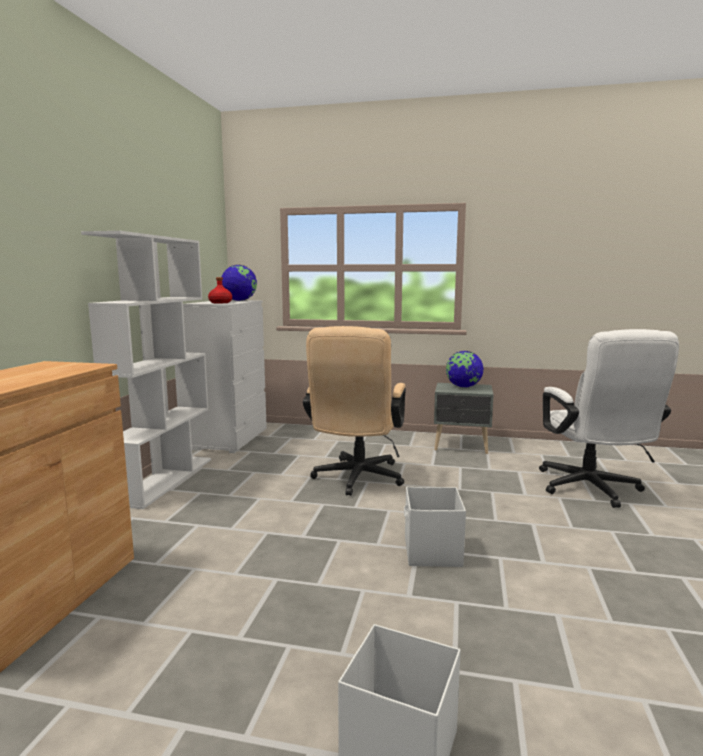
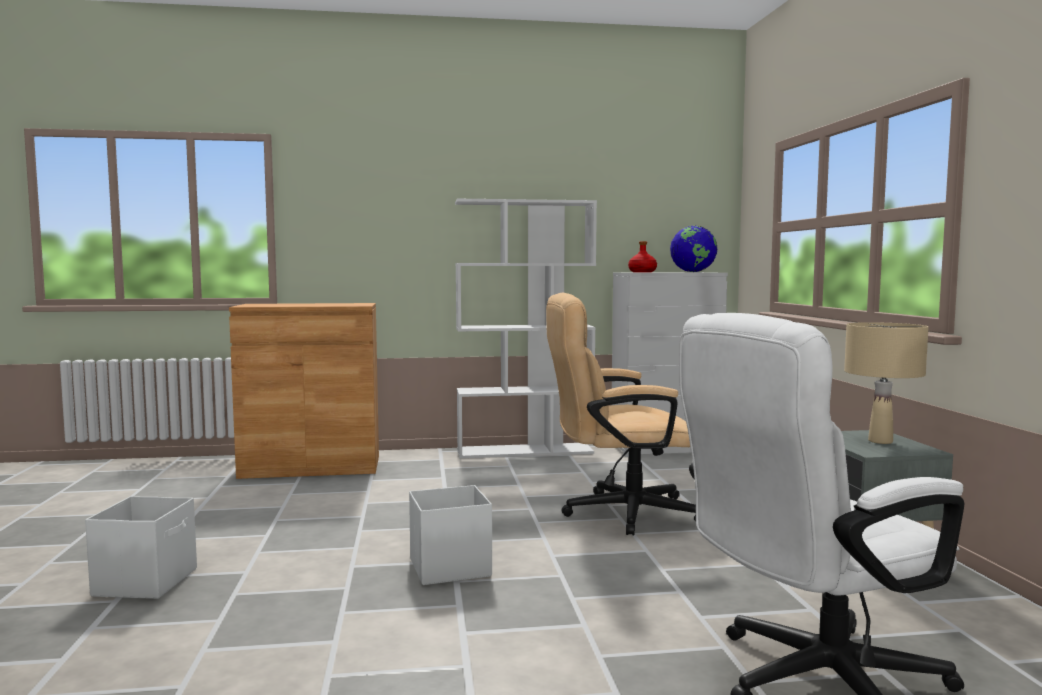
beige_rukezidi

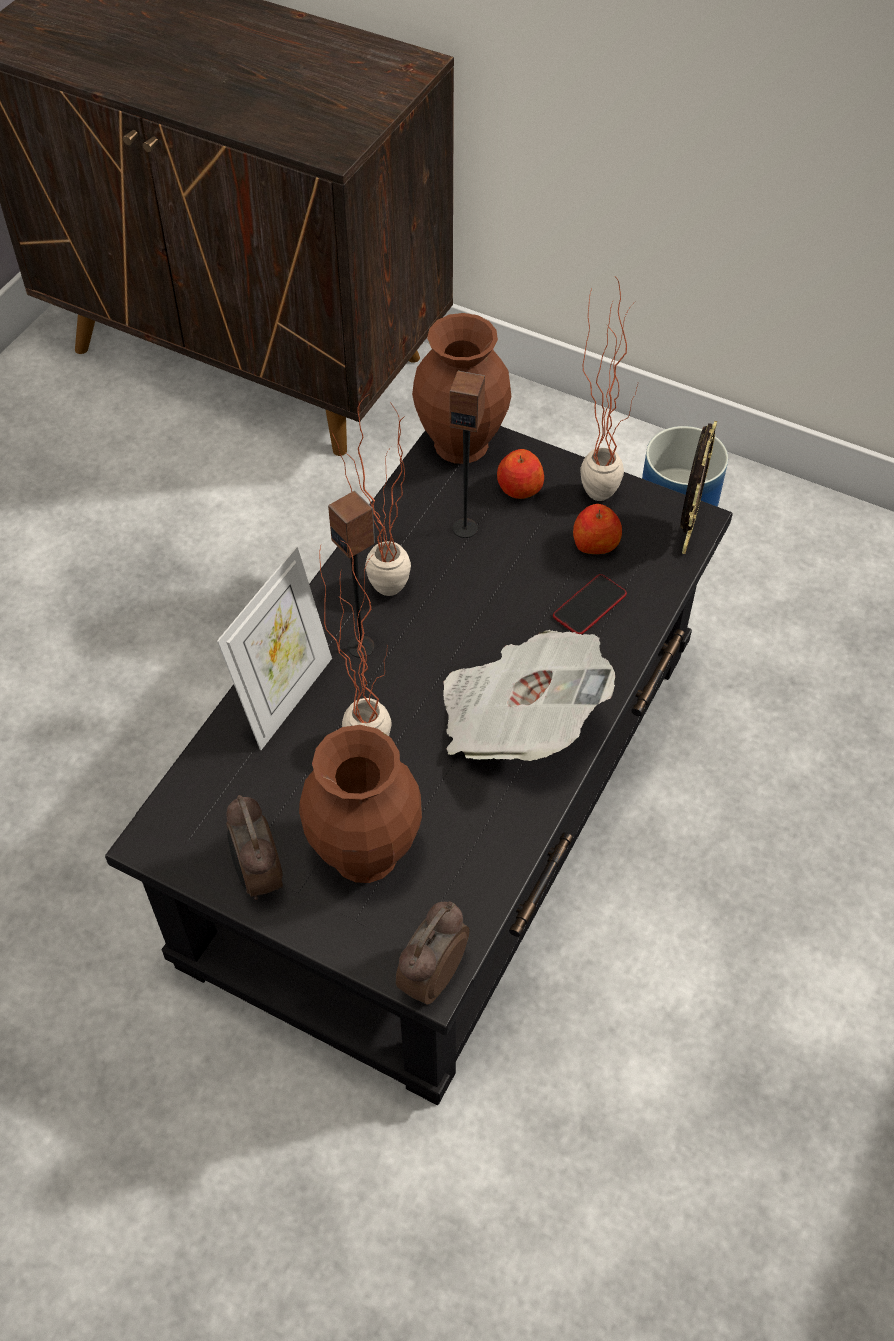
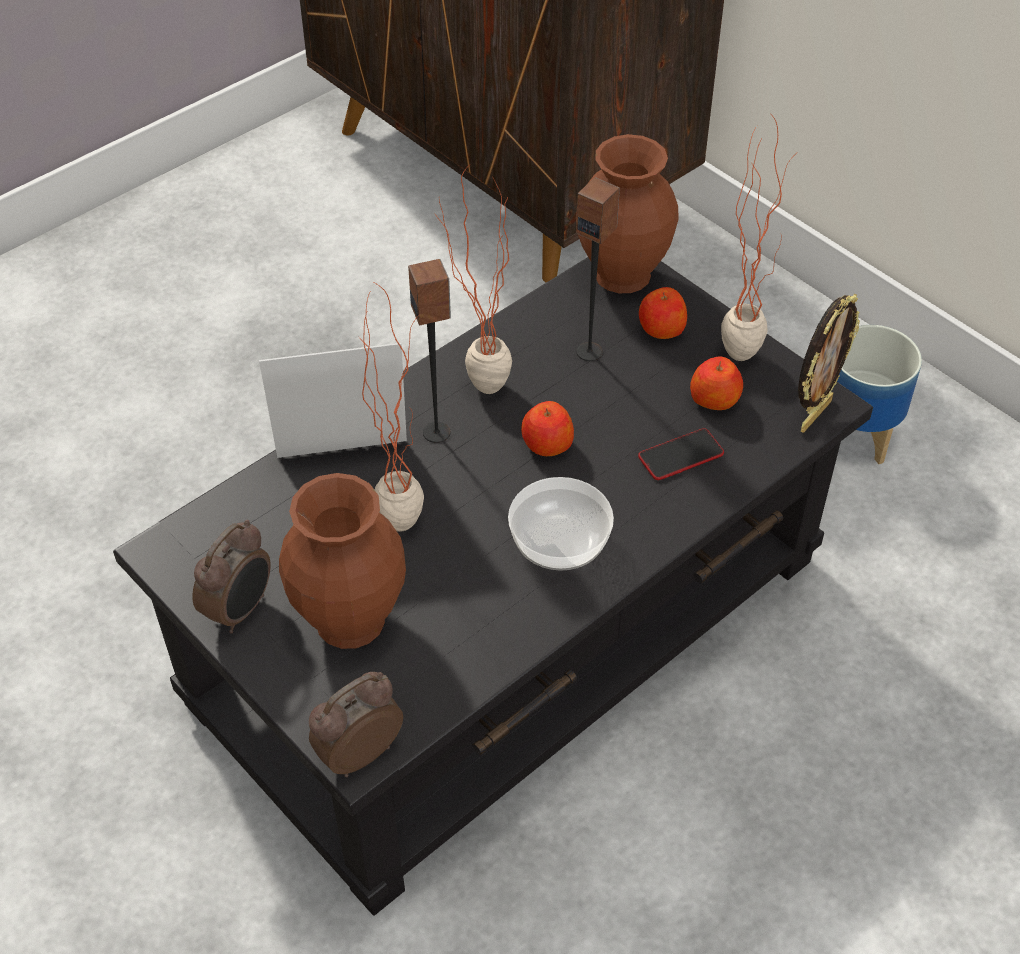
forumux (1st from left)
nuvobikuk (1st from left)
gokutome
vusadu (1st from left)

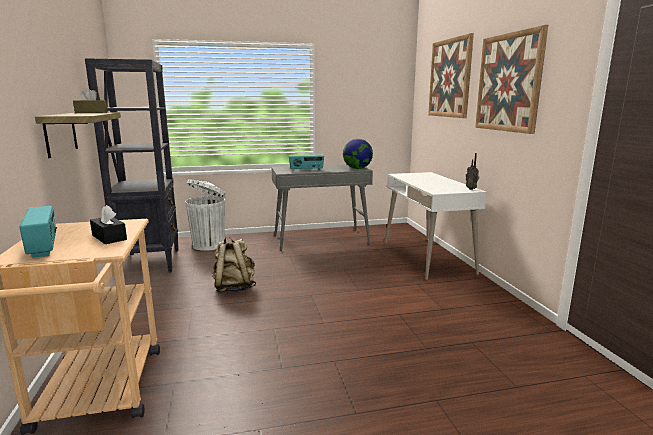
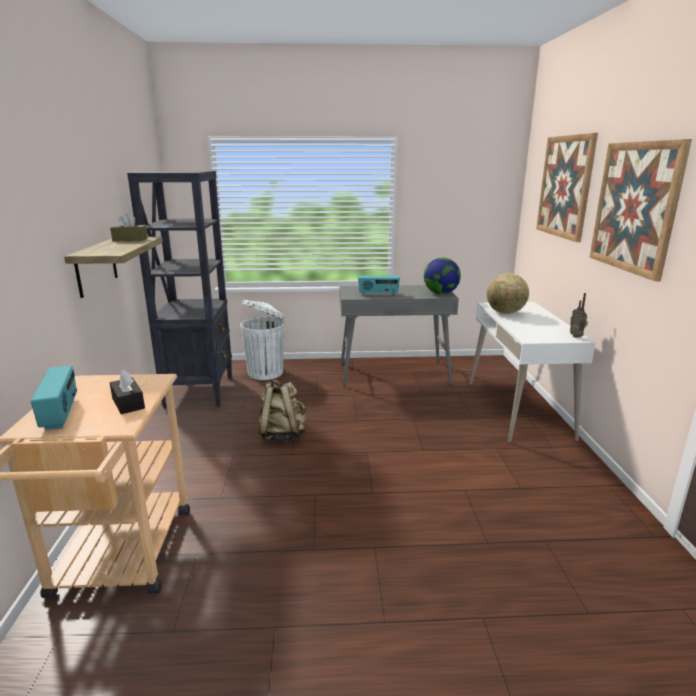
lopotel (2nd from left)

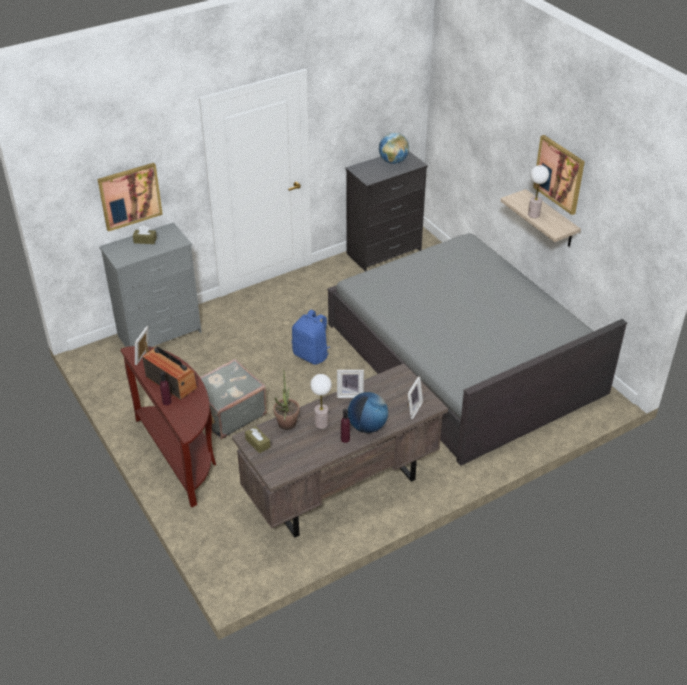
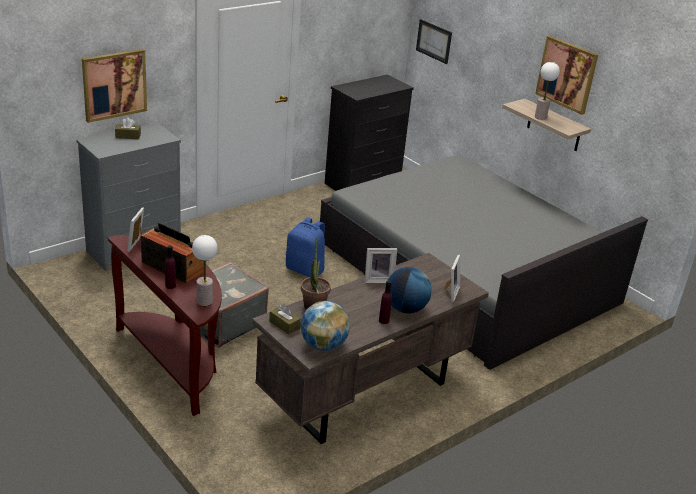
rukezidi (1st from left)
lopotel (1st from left)
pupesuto (2nd from left)

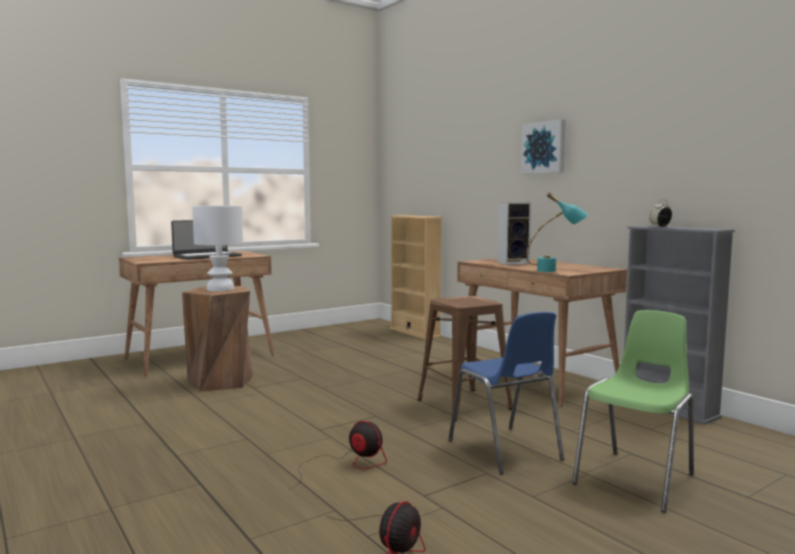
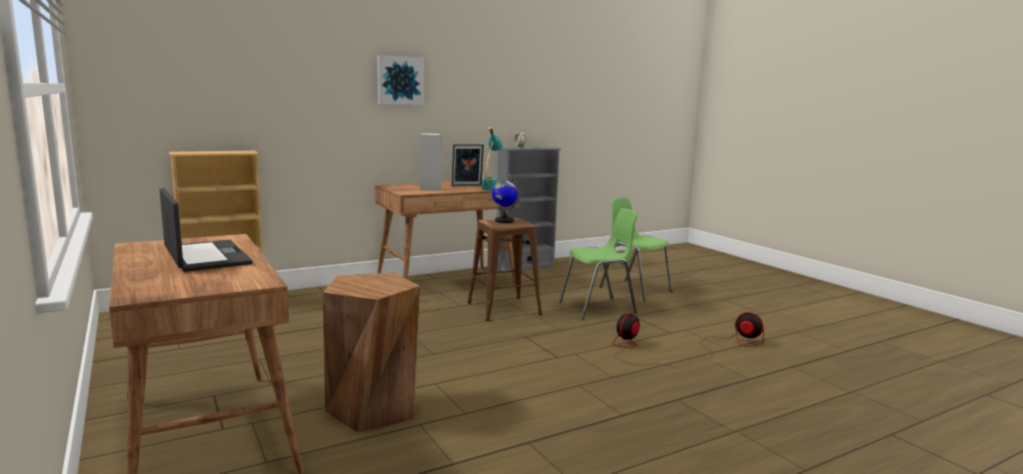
white_rukezidi
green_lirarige (1st from left)
forumux
lopotel

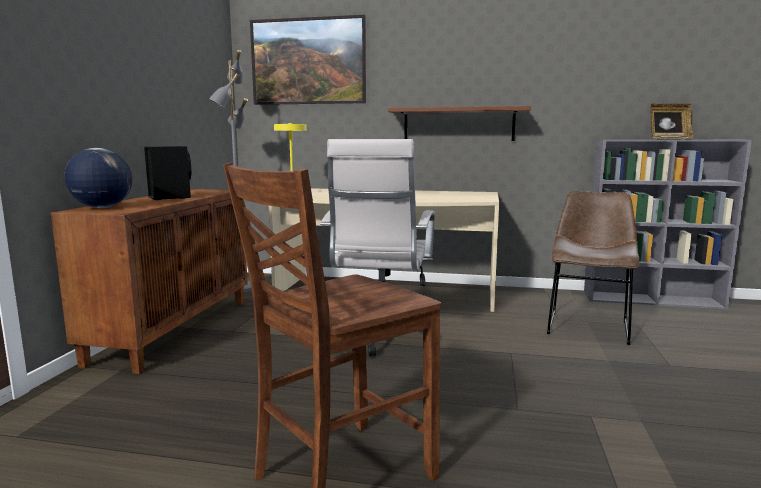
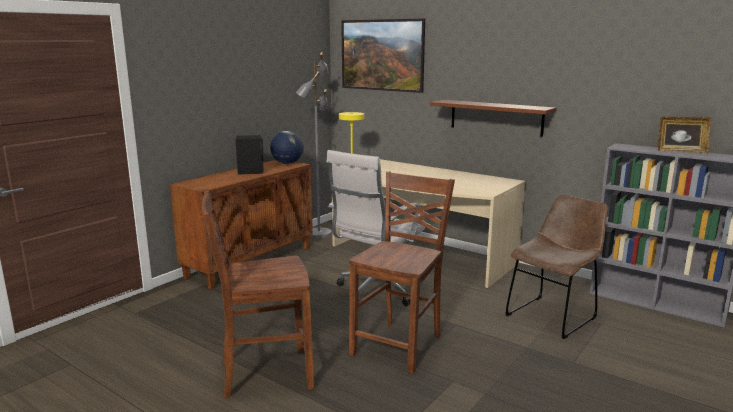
lopotel
brown_lirarige (2nd from left)

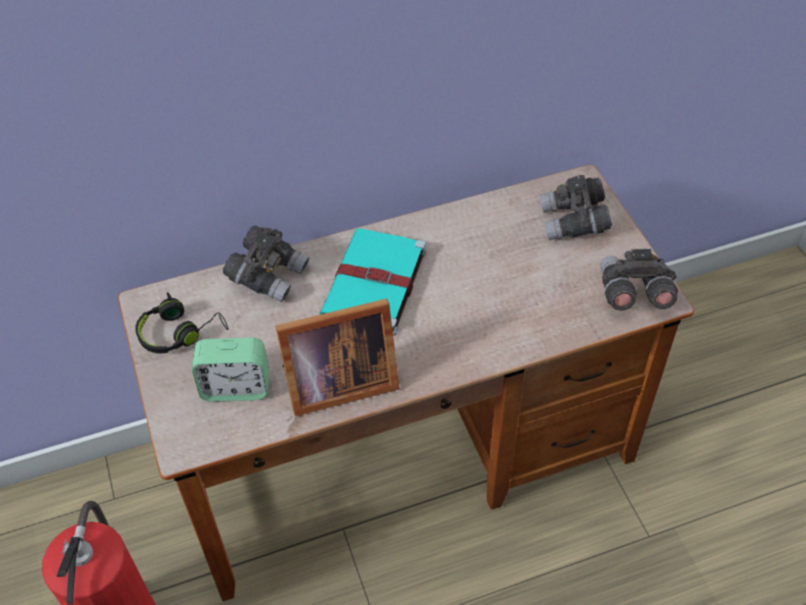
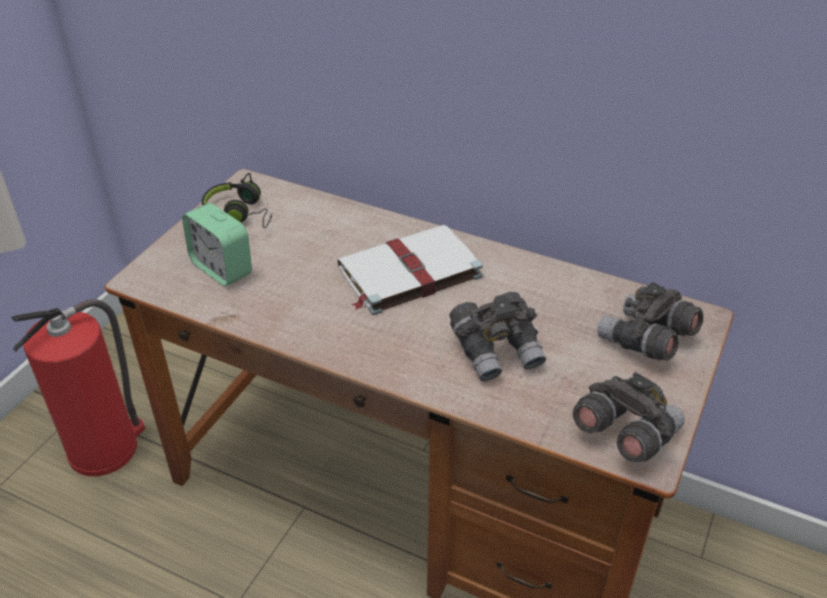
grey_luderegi (1st from left)
forumux
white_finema

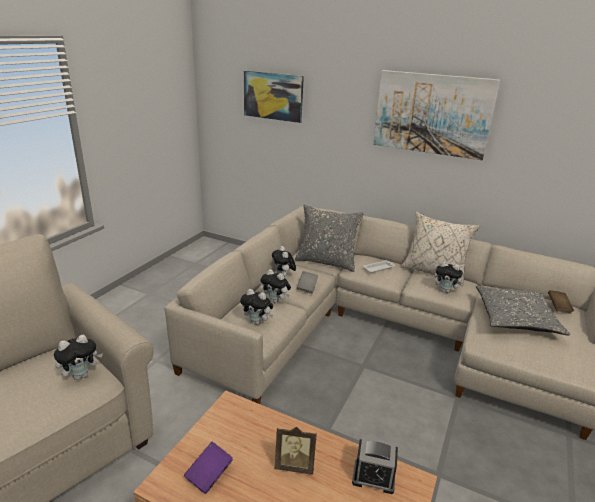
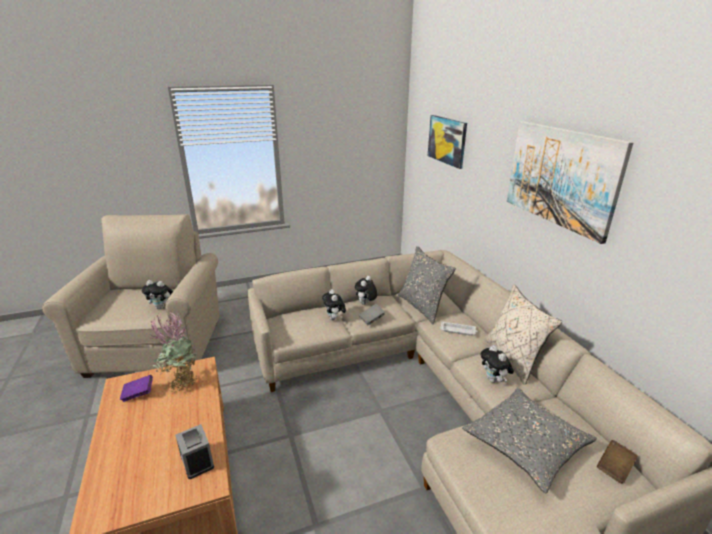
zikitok (2nd from left in the first image)
forumux
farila

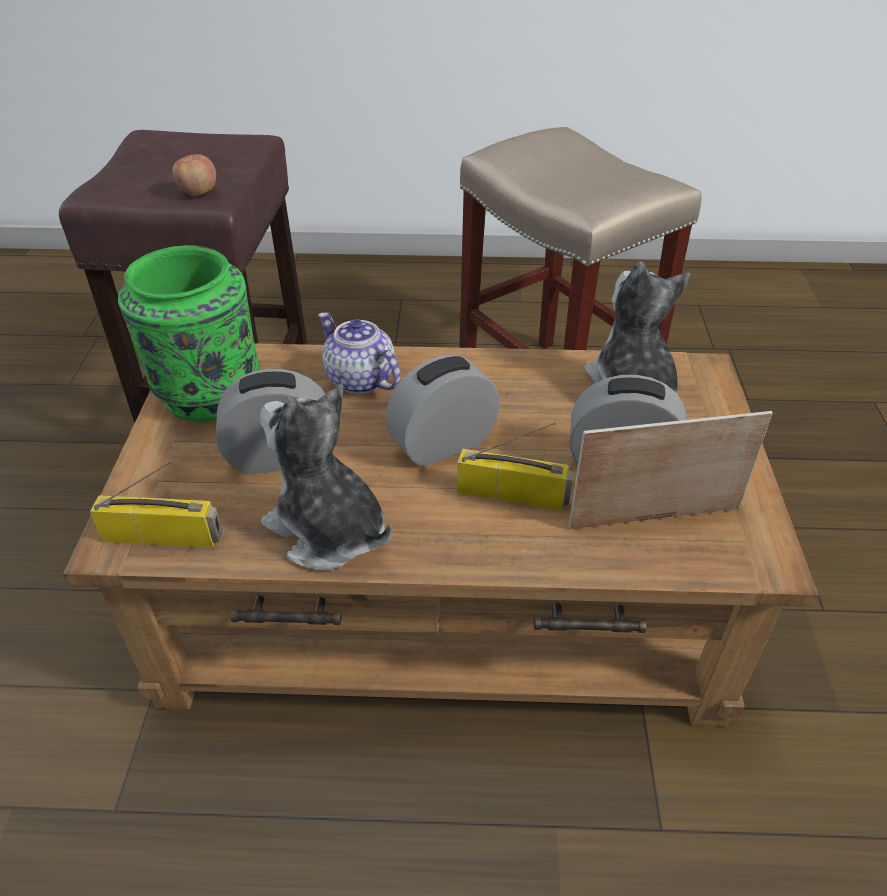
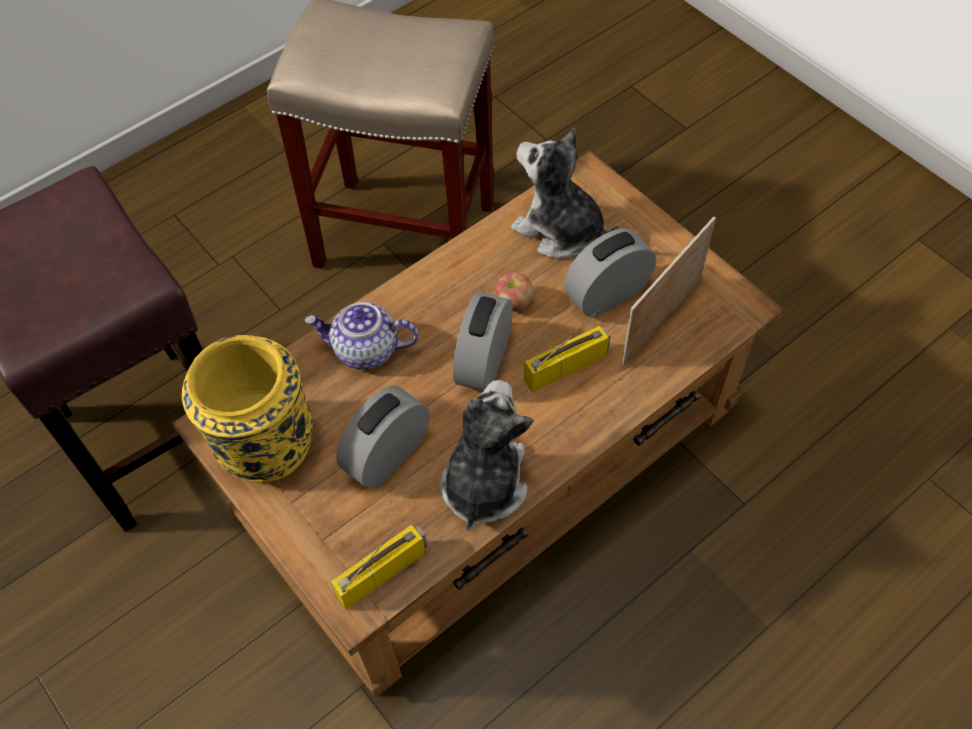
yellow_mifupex
vusadu
zikitok (1st from left)

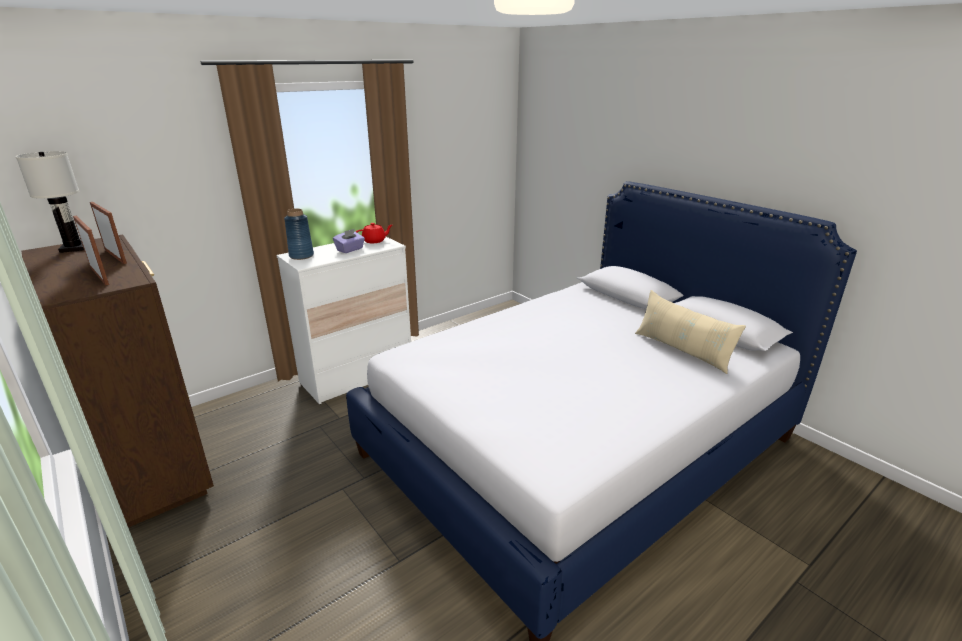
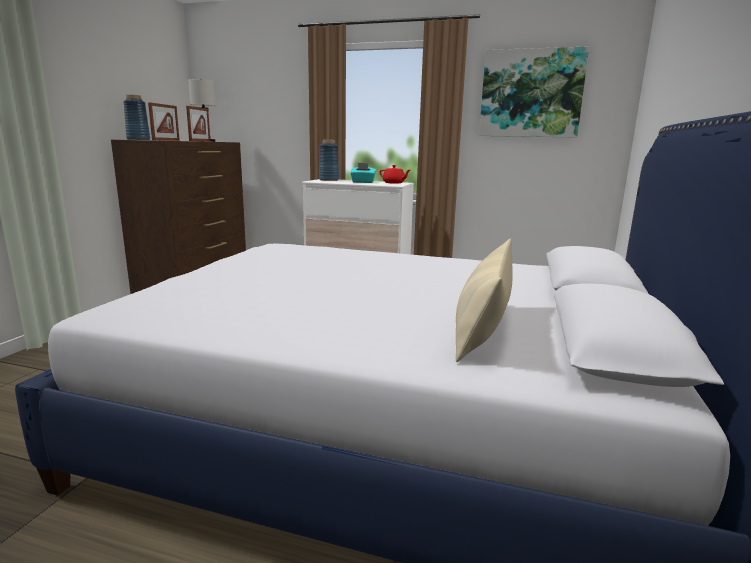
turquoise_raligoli
blue_mifupex (1st from left)
pupesuto

